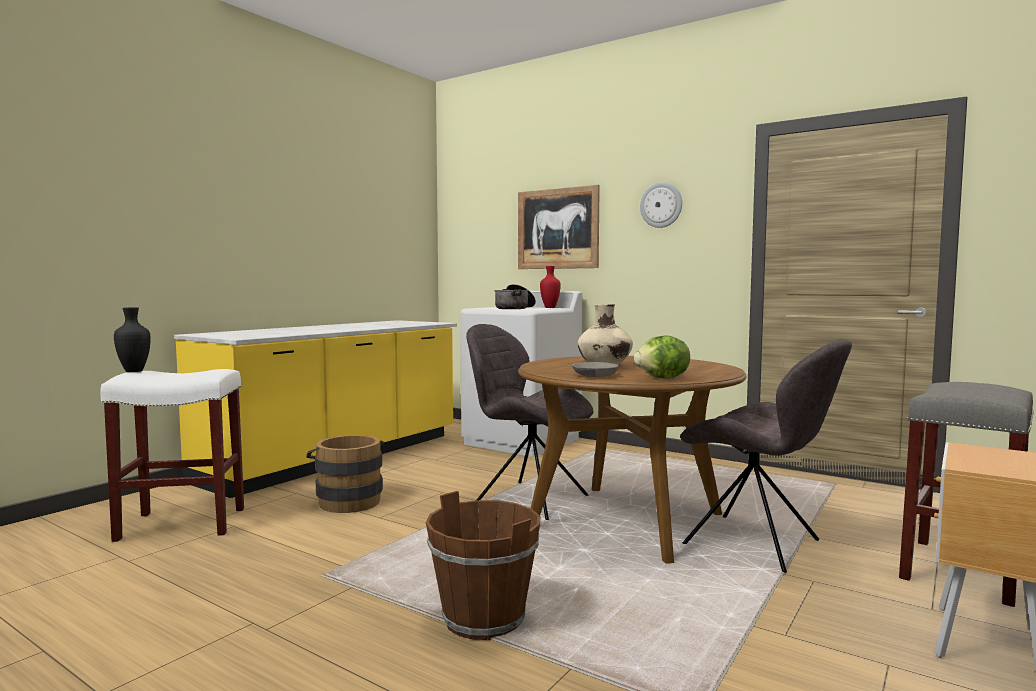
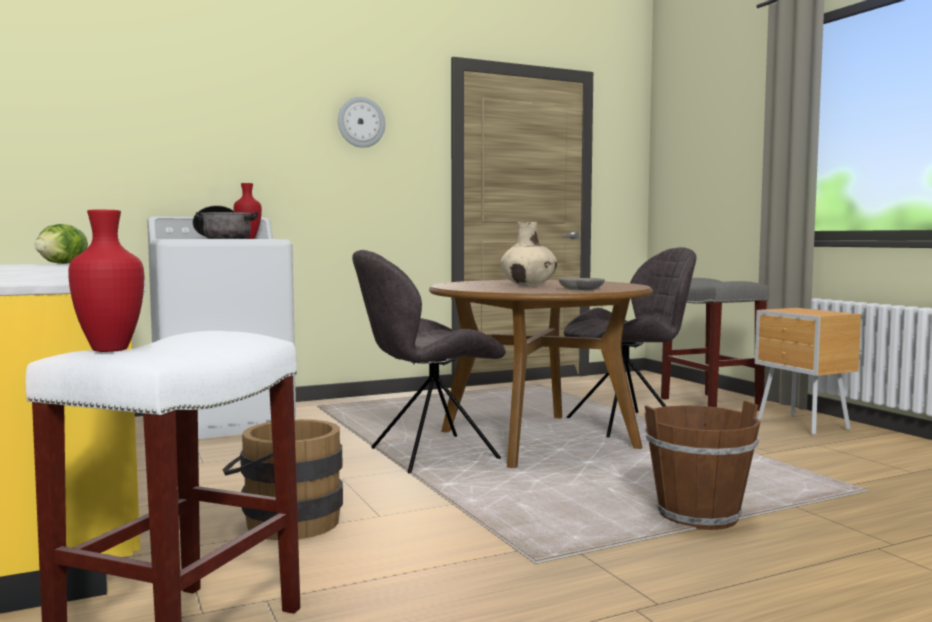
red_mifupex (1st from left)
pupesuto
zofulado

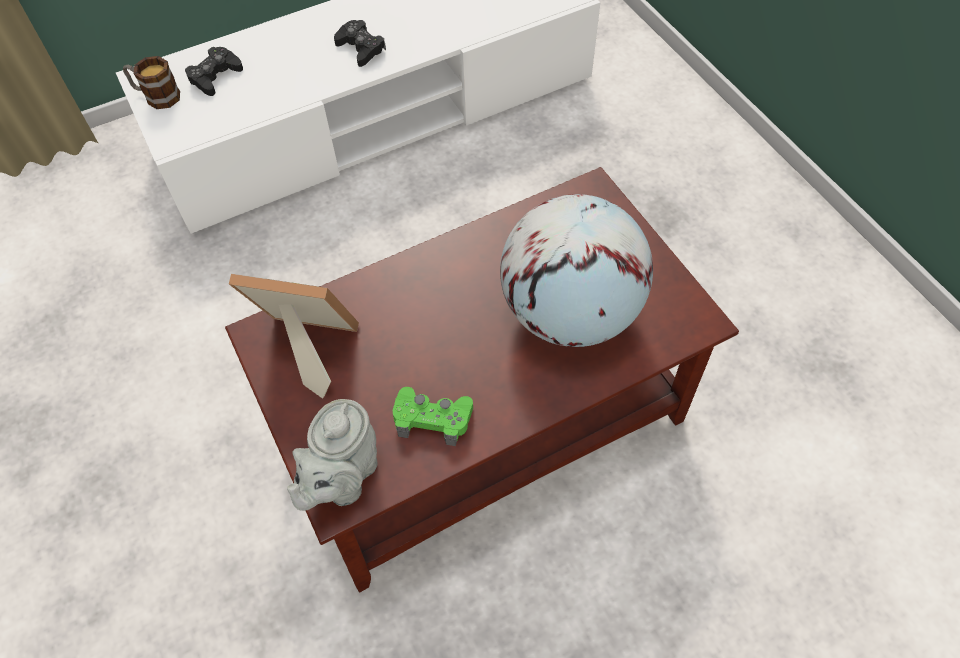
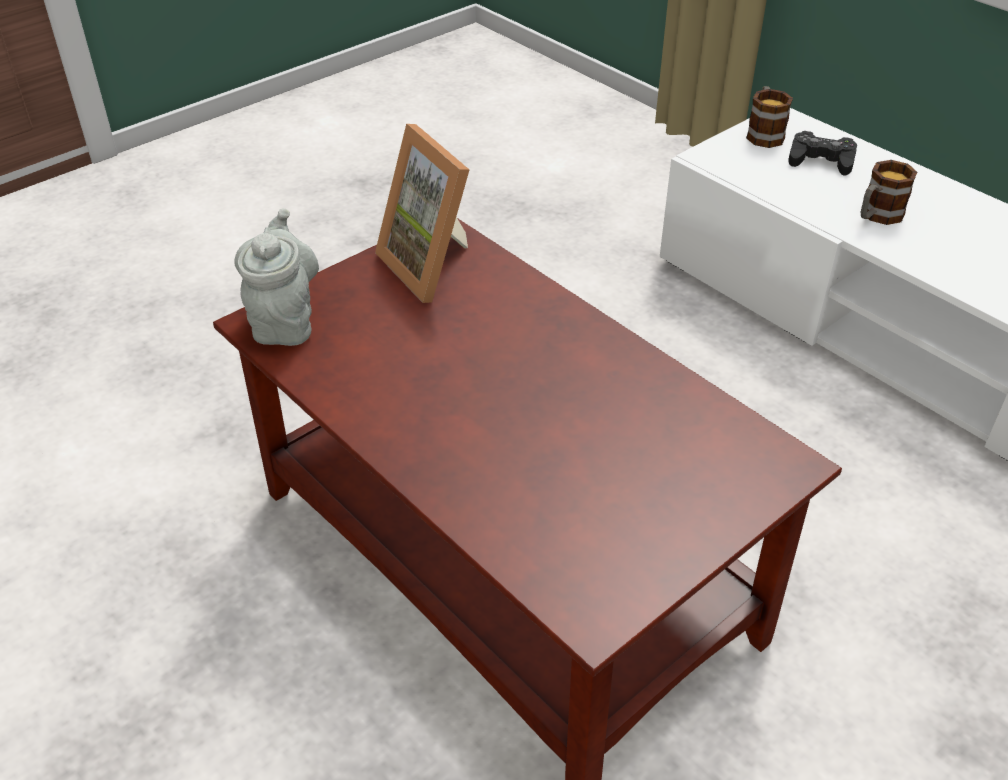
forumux
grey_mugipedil
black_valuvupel (2nd from left in the first image)
green_valuvupel
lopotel
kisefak (2nd from left)

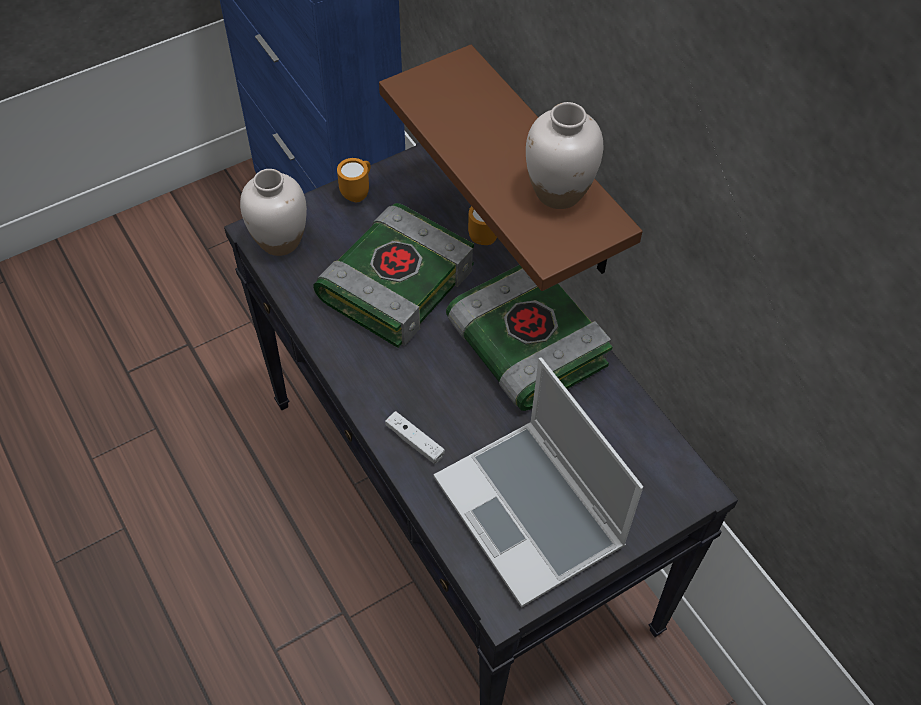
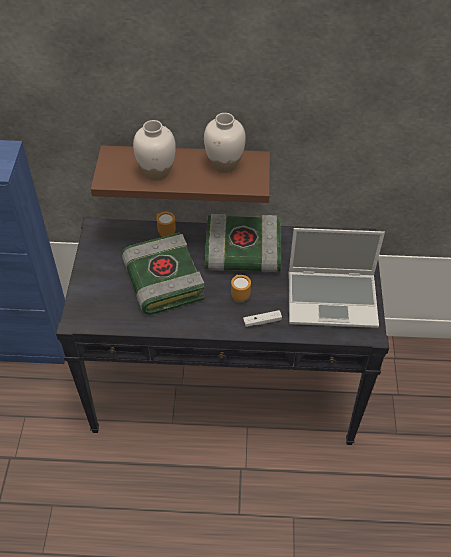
white_mifupex (1st from left)
orange_kisefak (2nd from left)

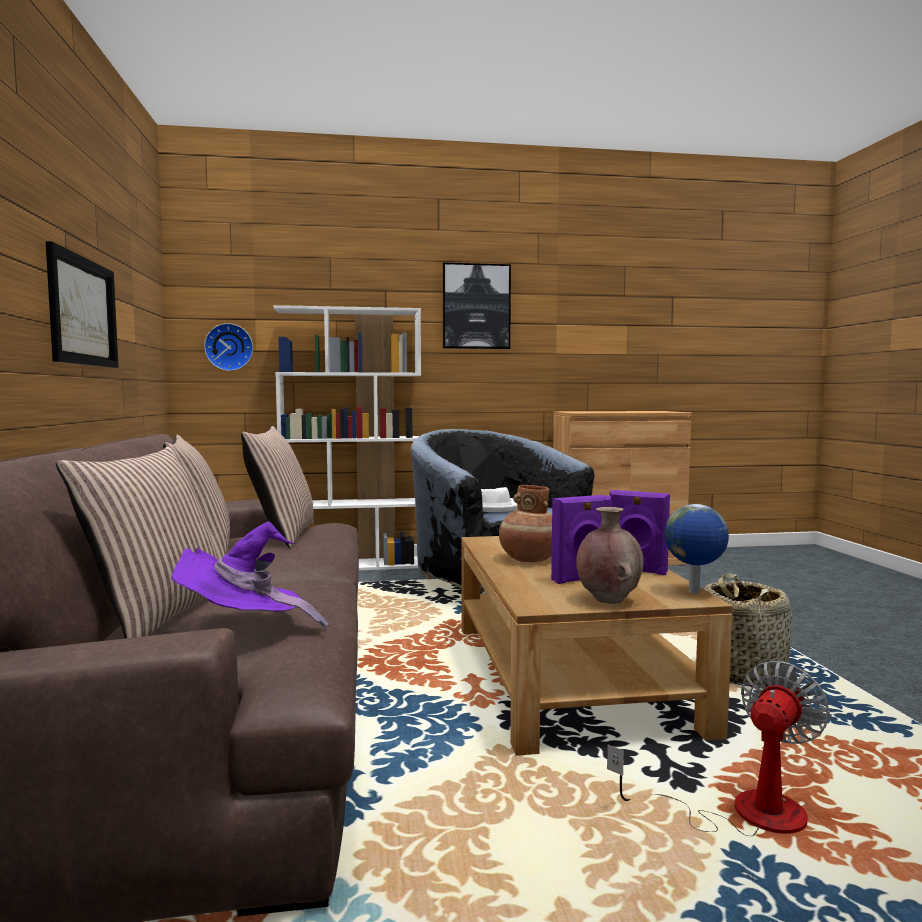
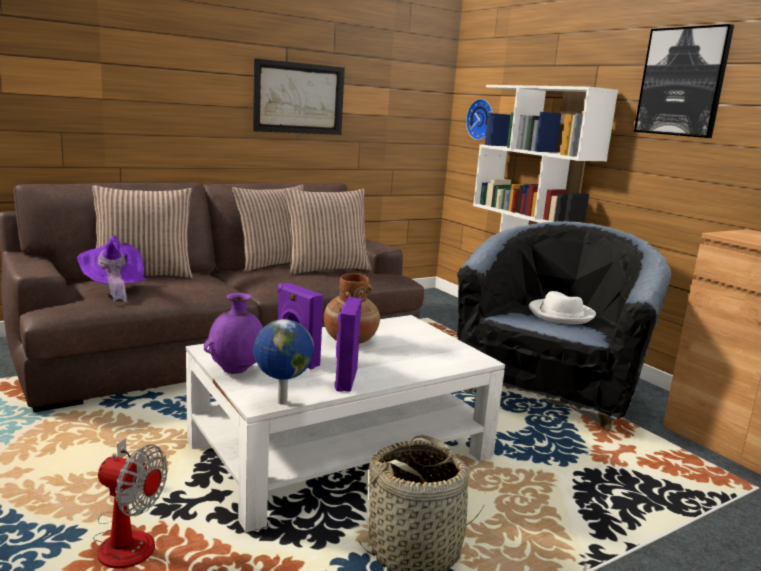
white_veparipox
purple_mifupex

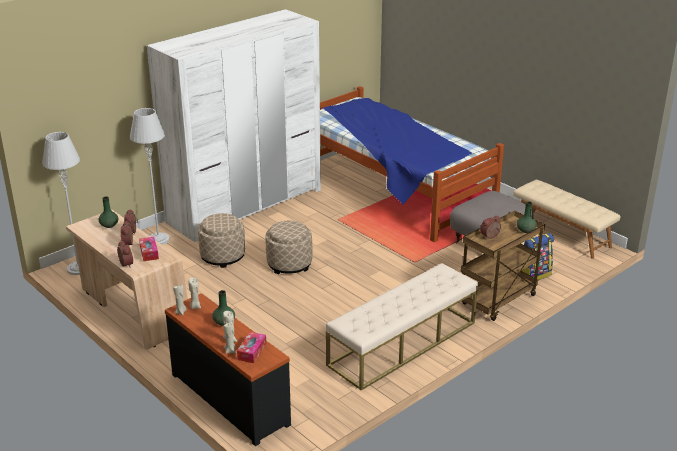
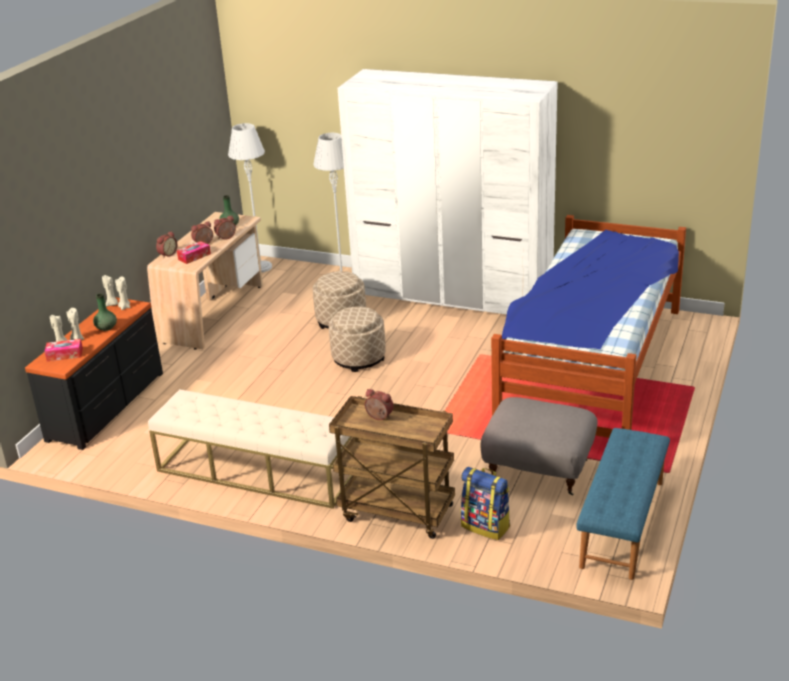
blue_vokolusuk
green_mifupex (3rd from left in the first image)

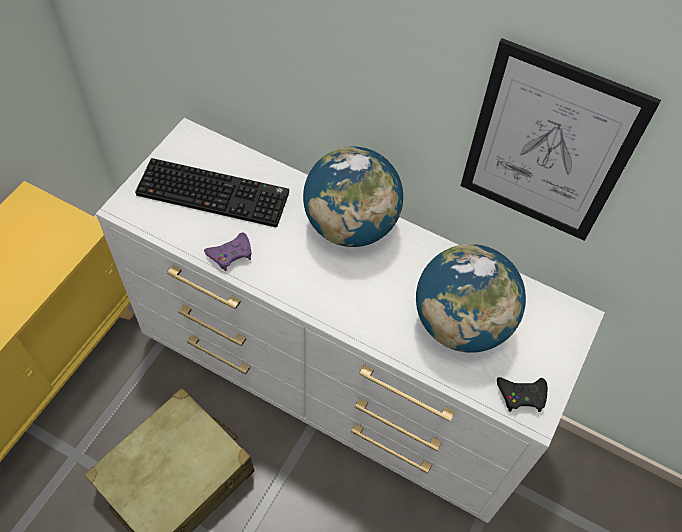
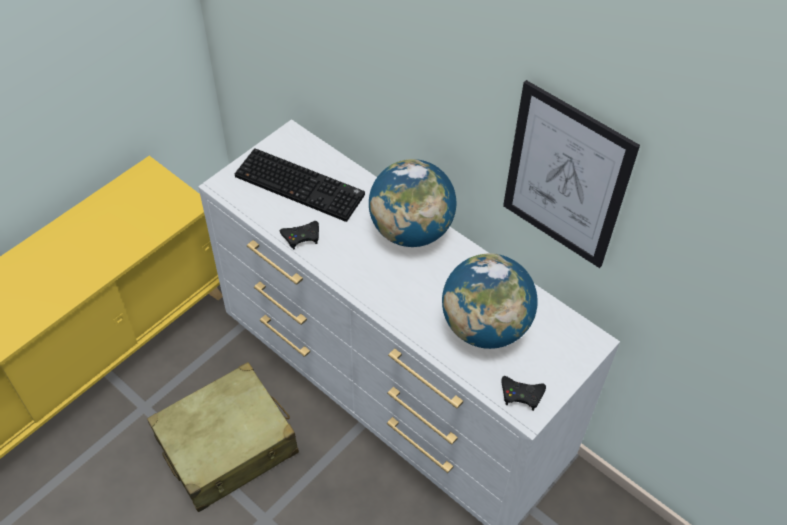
black_valuvupel (1st from left)

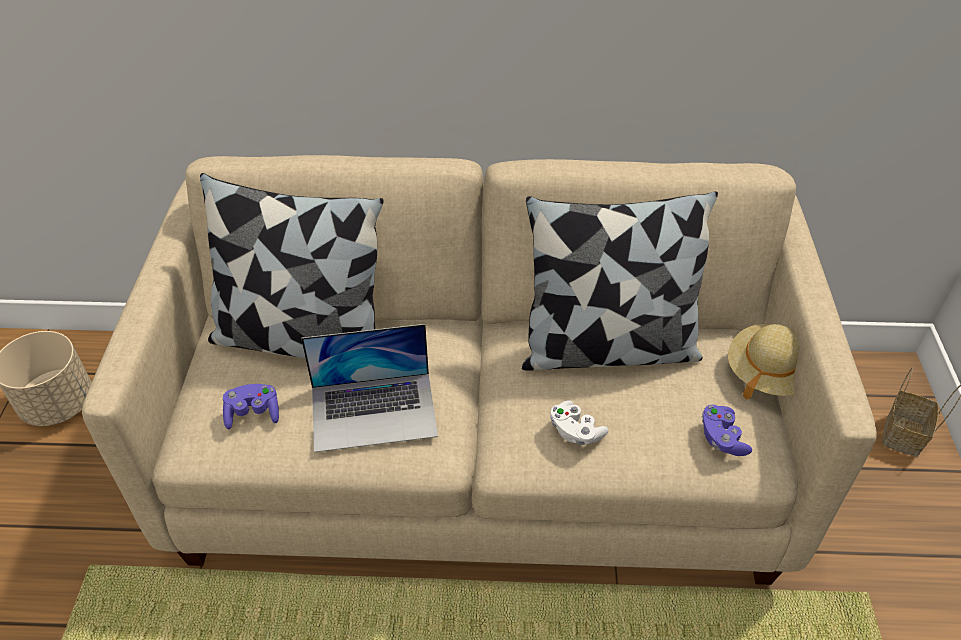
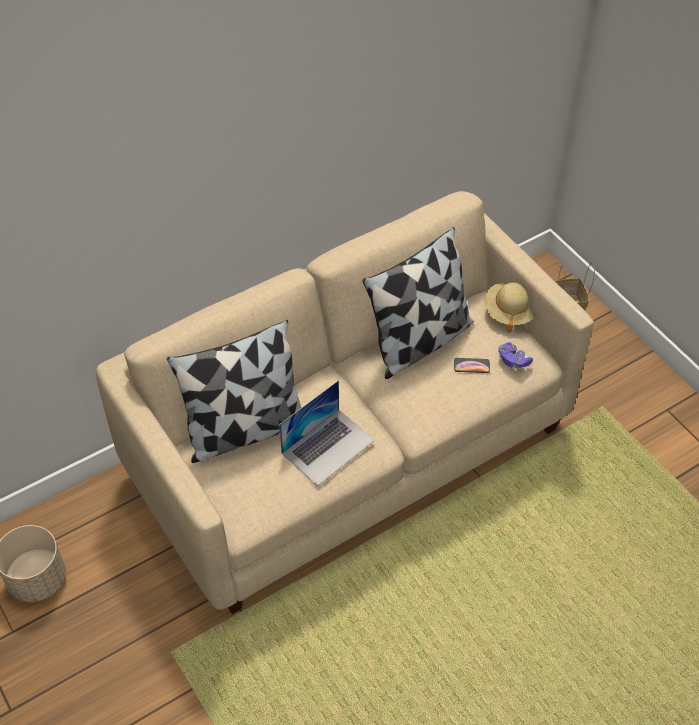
purple_valuvupel (1st from left in the first image)
white_valuvupel
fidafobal

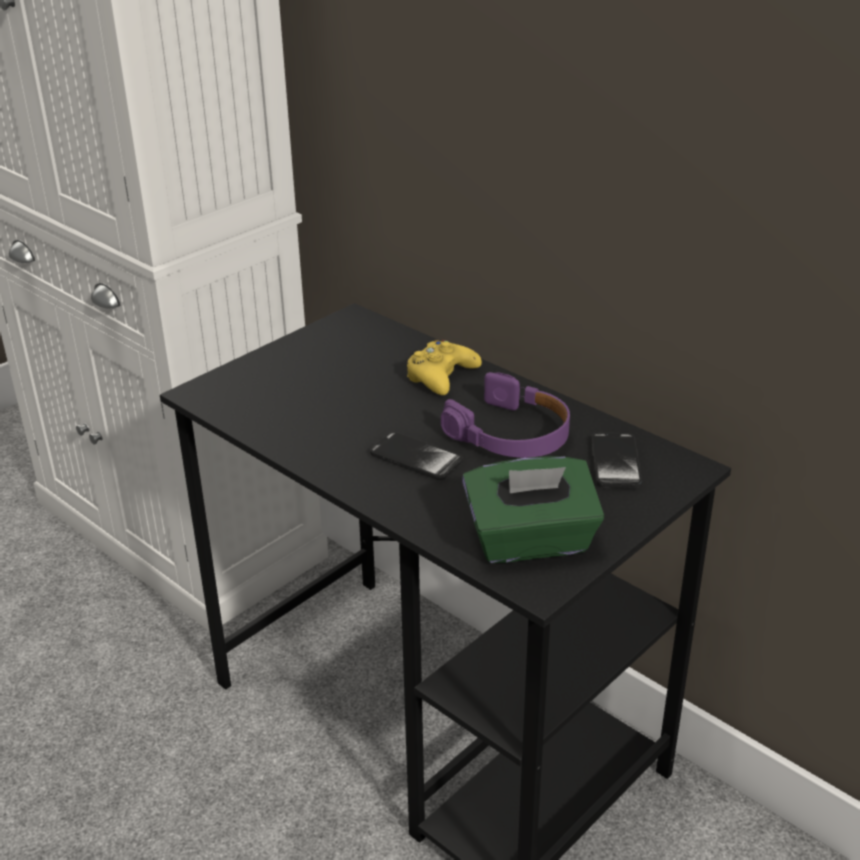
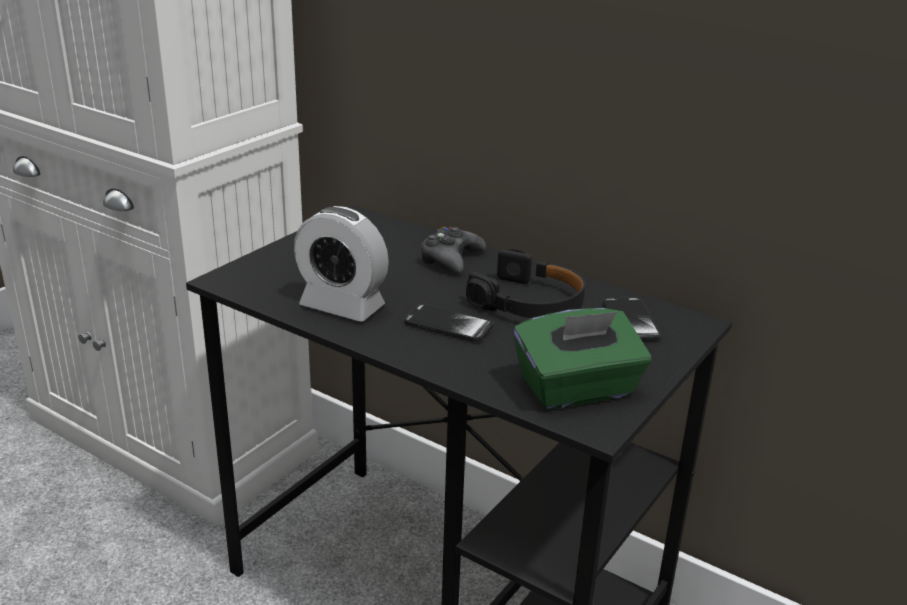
black_valuvupel
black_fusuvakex
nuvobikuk

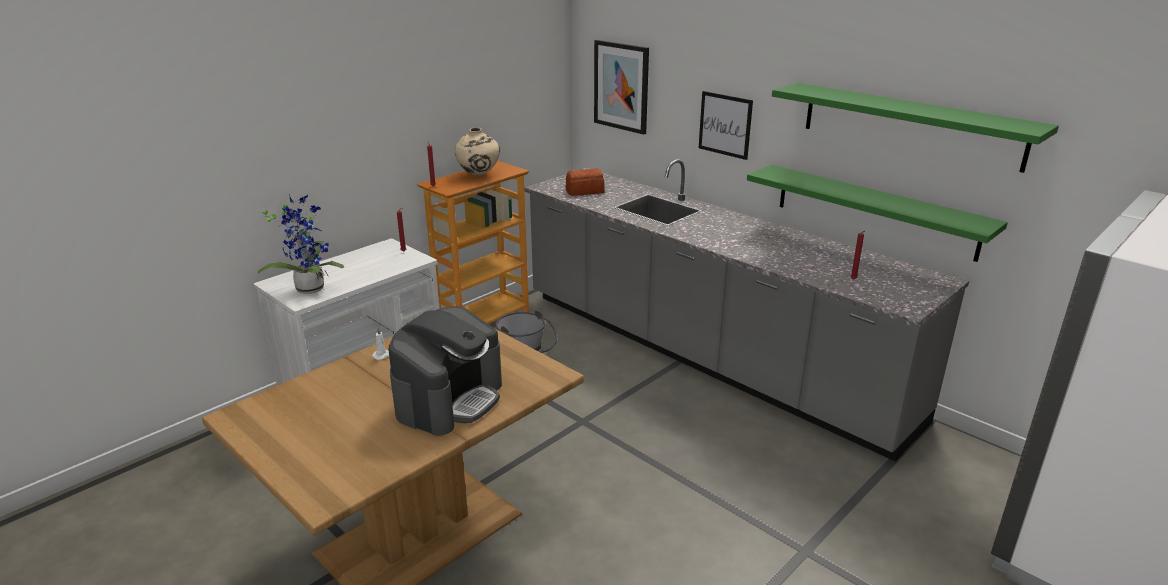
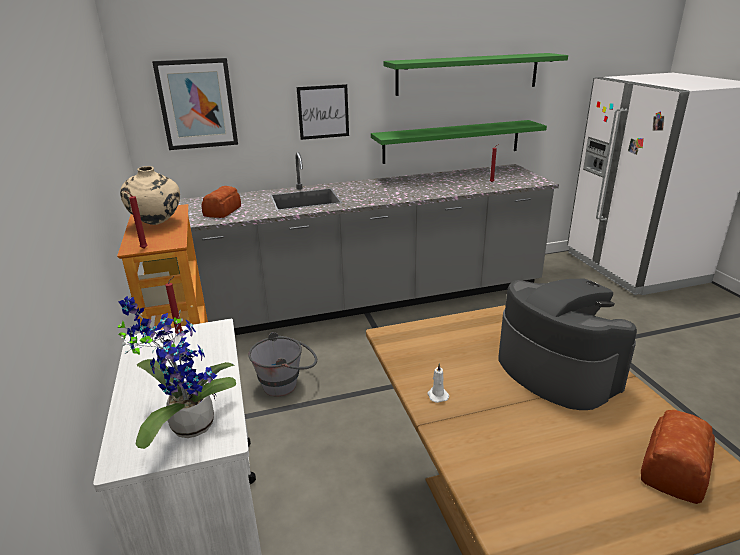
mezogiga (2nd from left)

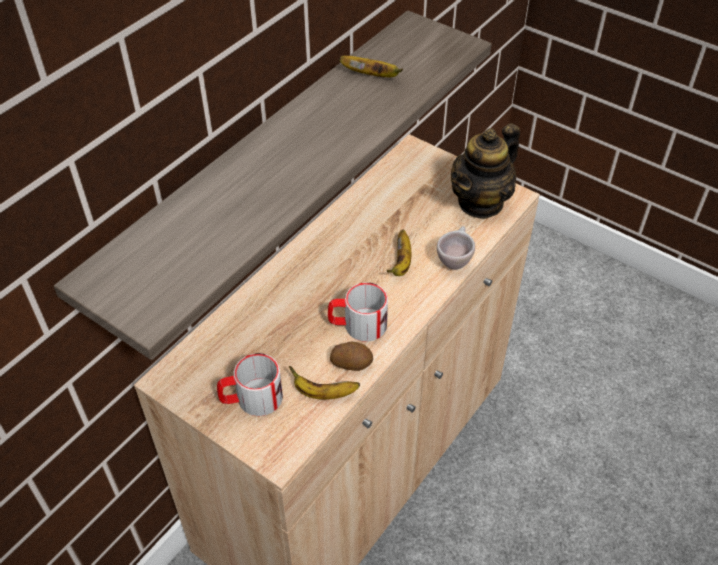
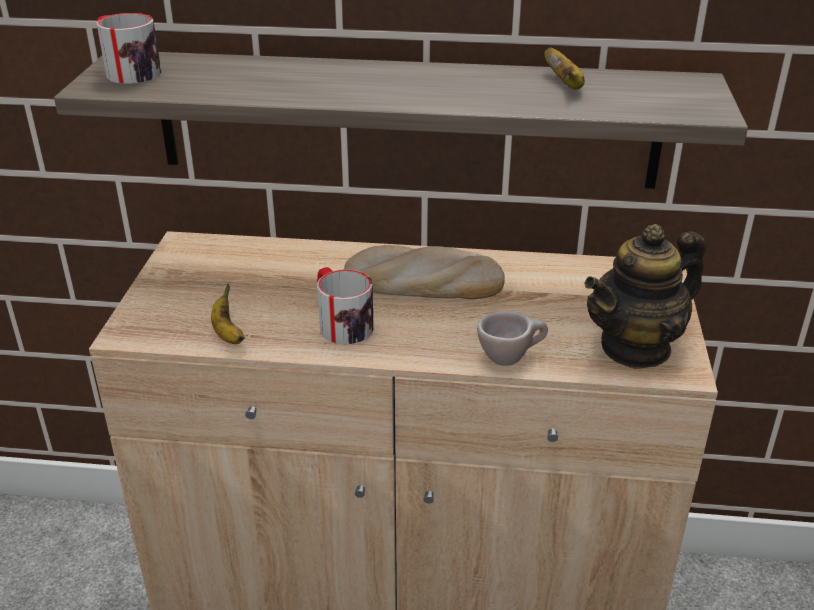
kisefak (1st from left)
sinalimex
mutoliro (3rd from left in the first image)
mugipedil
mezogiga

